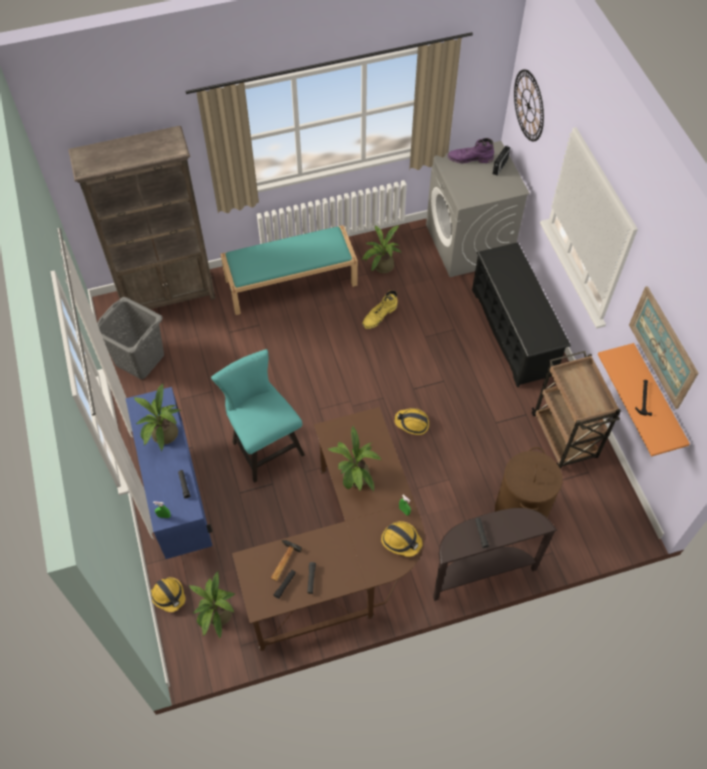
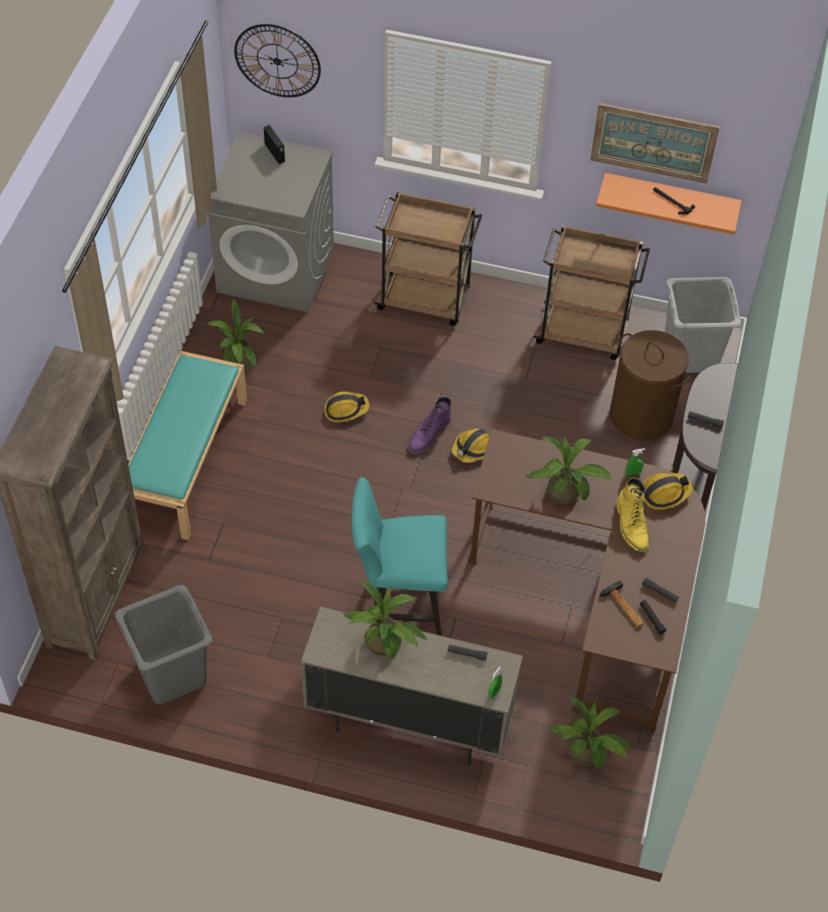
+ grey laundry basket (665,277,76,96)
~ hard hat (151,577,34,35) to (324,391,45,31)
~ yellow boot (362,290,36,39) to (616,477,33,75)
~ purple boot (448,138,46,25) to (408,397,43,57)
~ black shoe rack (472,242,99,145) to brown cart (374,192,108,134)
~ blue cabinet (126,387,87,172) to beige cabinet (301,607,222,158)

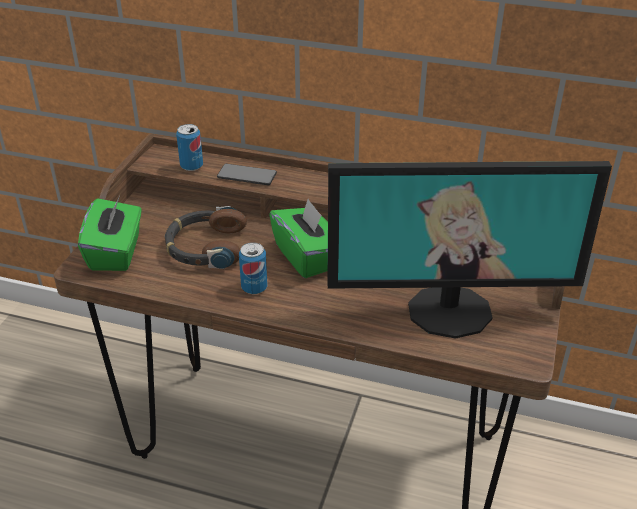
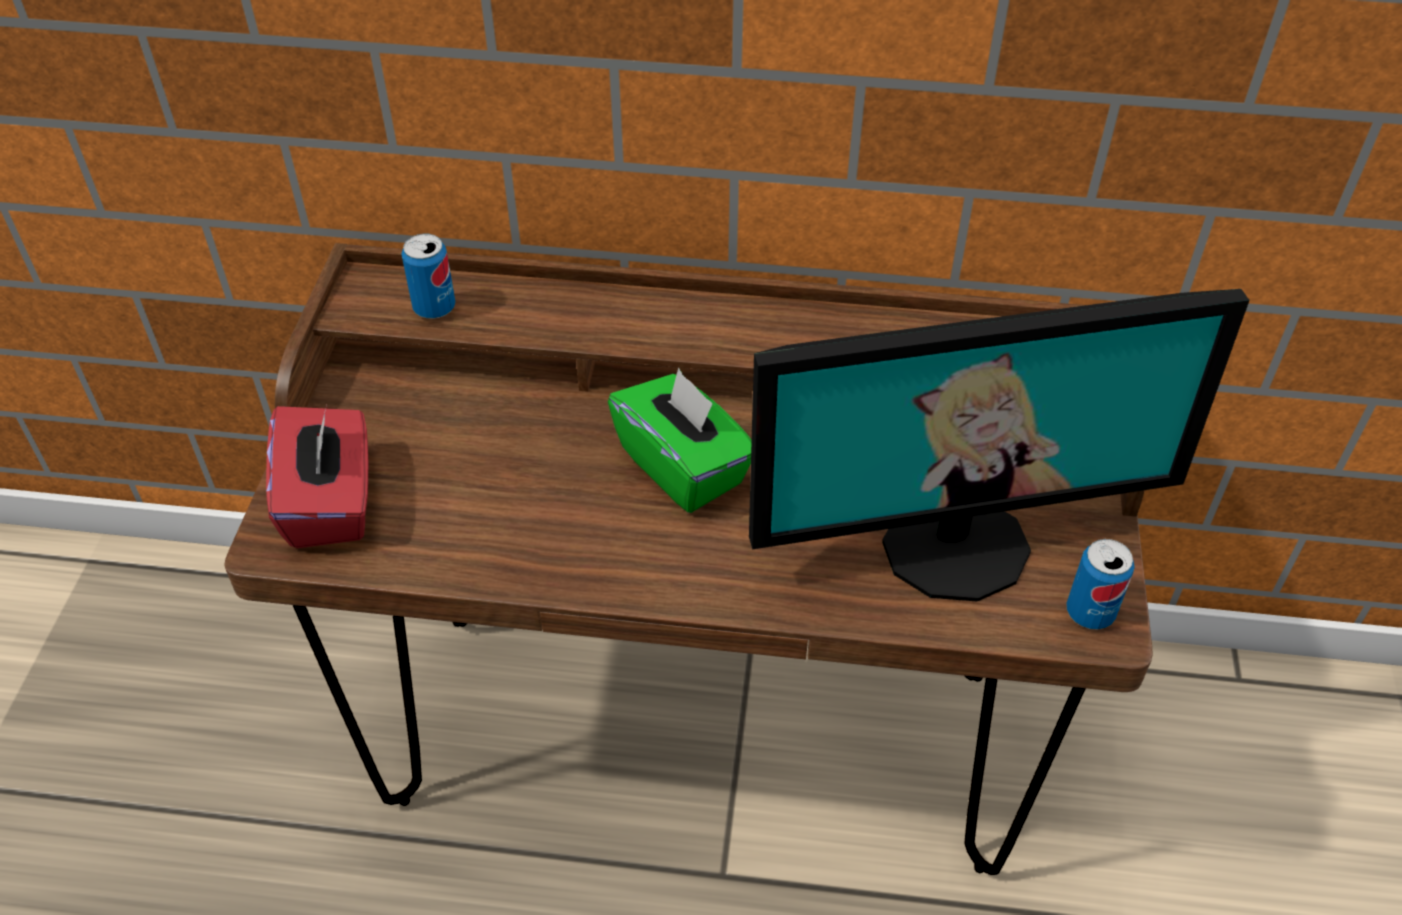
- headphones (165,206,82,63)
- phone (217,164,60,21)
~ can (239,242,28,52) to (1066,539,69,91)
~ green tissue box (78,196,64,75) to red tissue box (266,405,102,143)

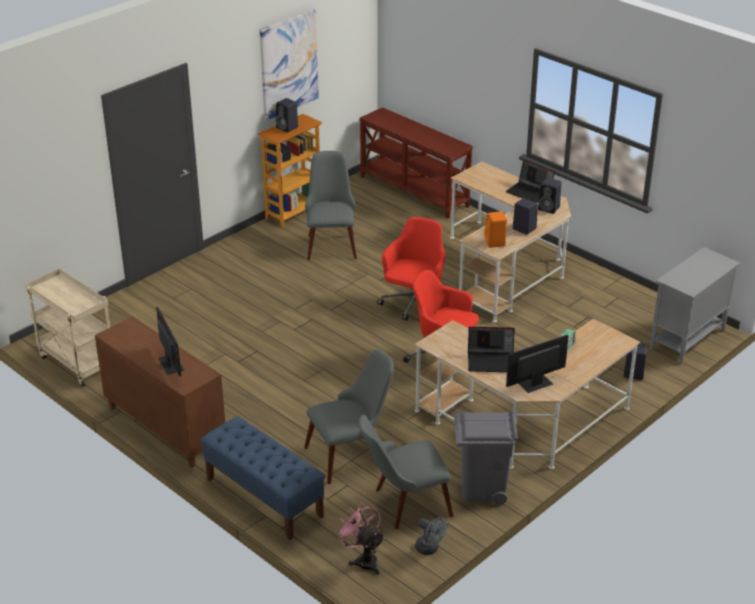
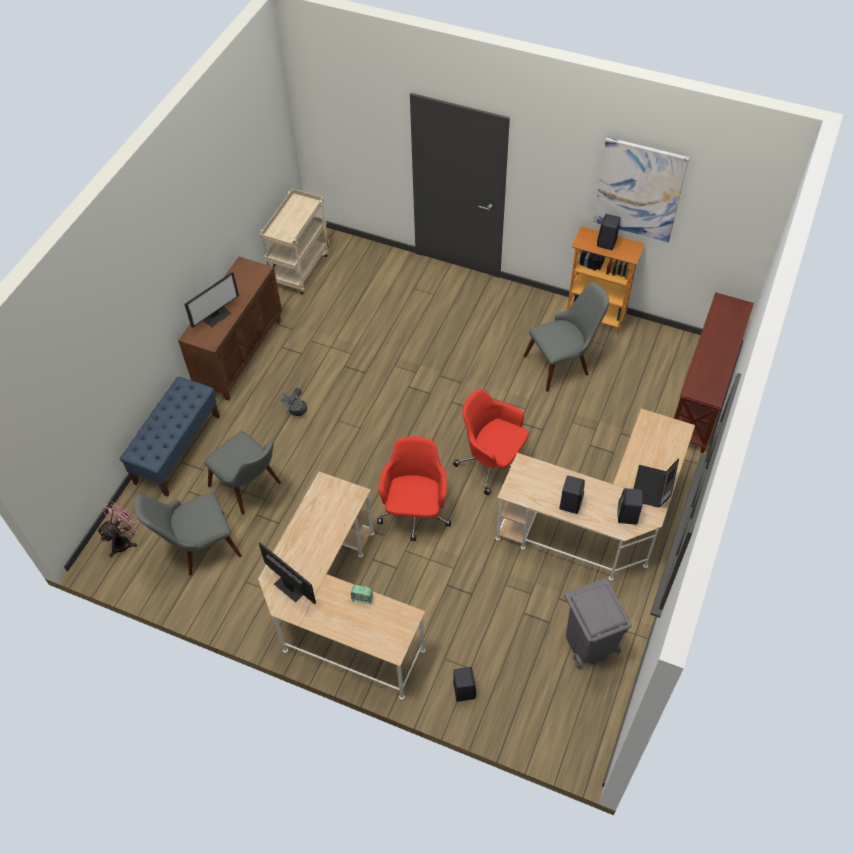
- laptop (468,327,47,45)
- orange speaker (484,211,23,37)
- grey cabinet (650,247,90,117)
~ grey fan (415,517,32,38) to (280,388,27,28)
~ grey trash can (454,410,64,94) to (564,578,68,91)
~ grey chair (359,415,94,114) = (134,492,108,84) 75 degrees counterclockwise
~ red office chair (377,217,68,104) = (453,389,76,106) 150 degrees counterclockwise

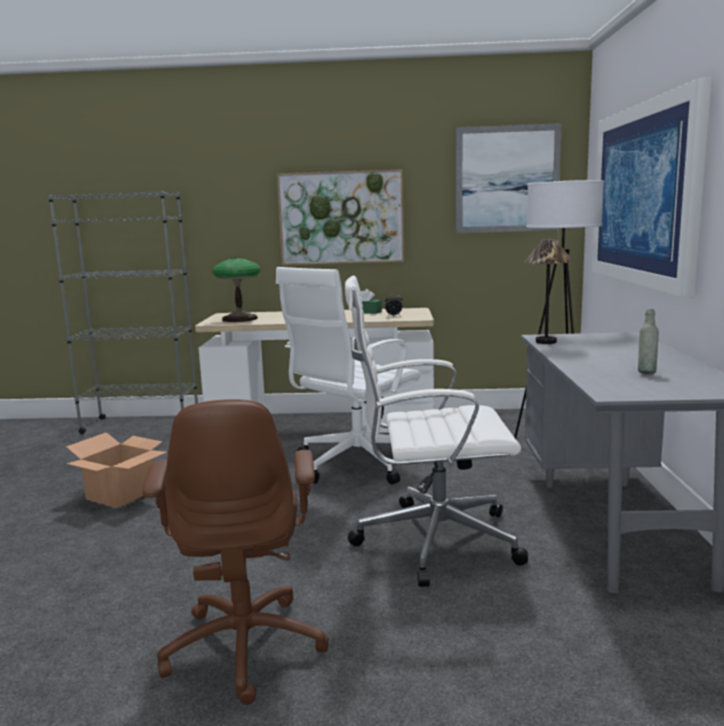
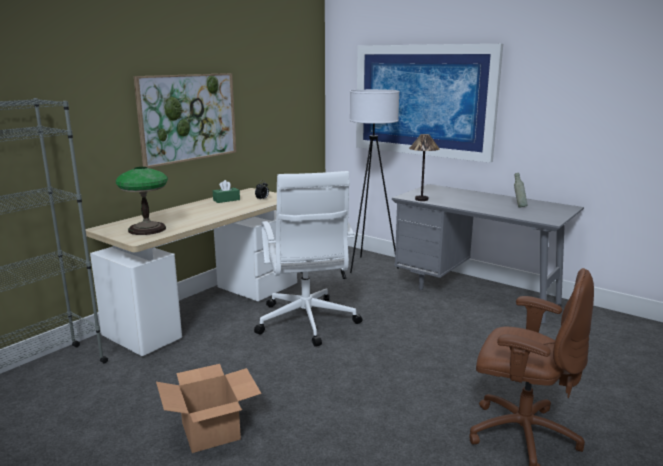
- white office chair (345,276,183,311)
- picture (456,123,106,110)

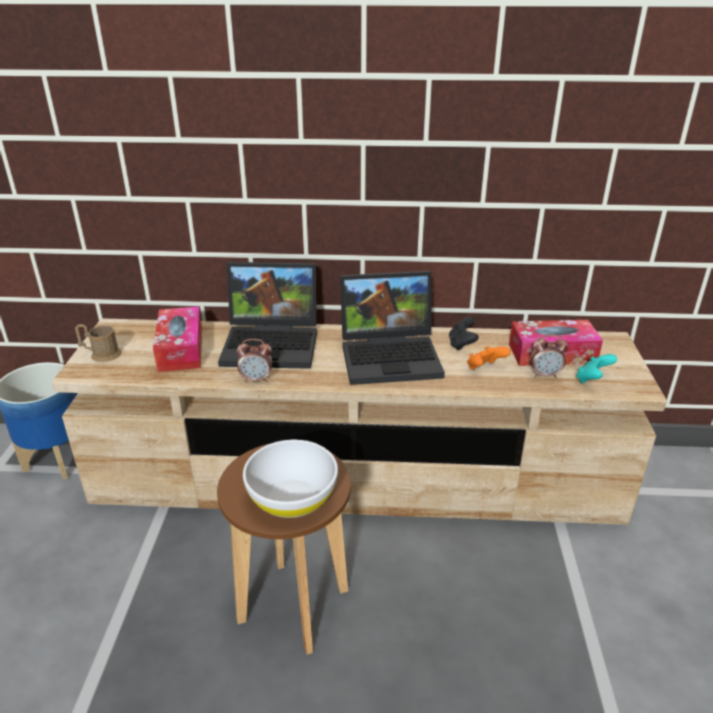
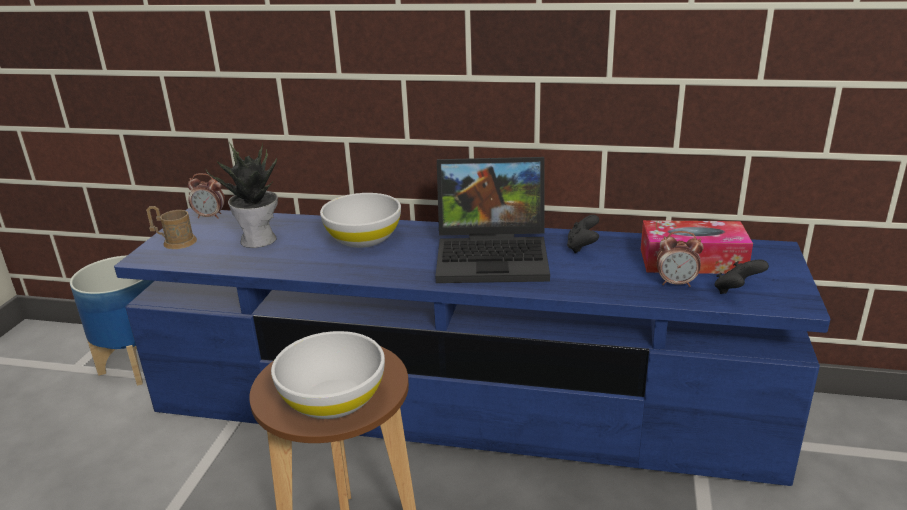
- orange game controller (467,346,44,24)
~ alarm clock (237,339,35,43) to (188,173,37,46)
~ tissue box (153,306,49,66) to potted plant (205,142,73,106)
~ laptop (218,262,99,107) to white bowl (320,193,81,55)
~ beige tv stand (52,318,615,207) to blue tv stand (114,208,716,278)
~ turquoise game controller (576,354,41,29) to black game controller (714,259,55,35)

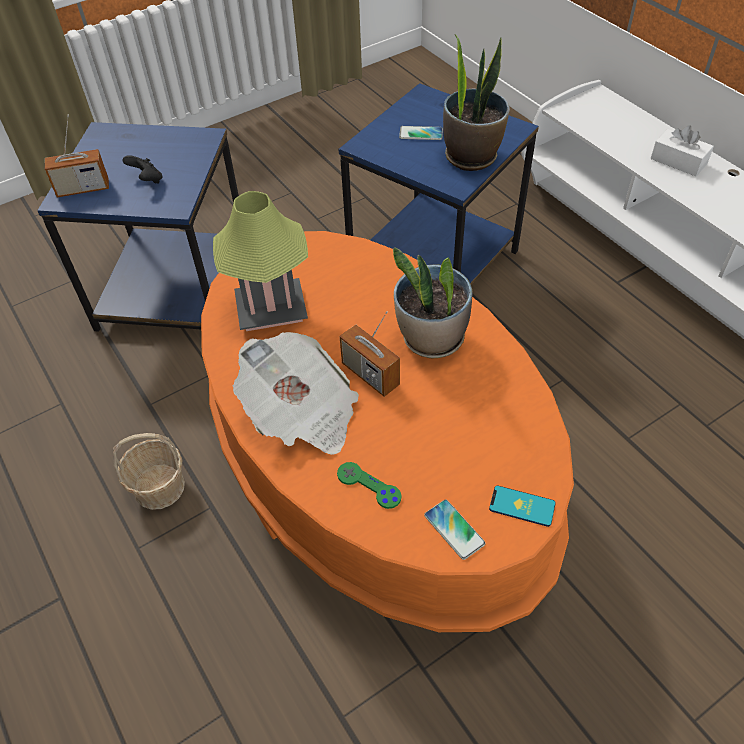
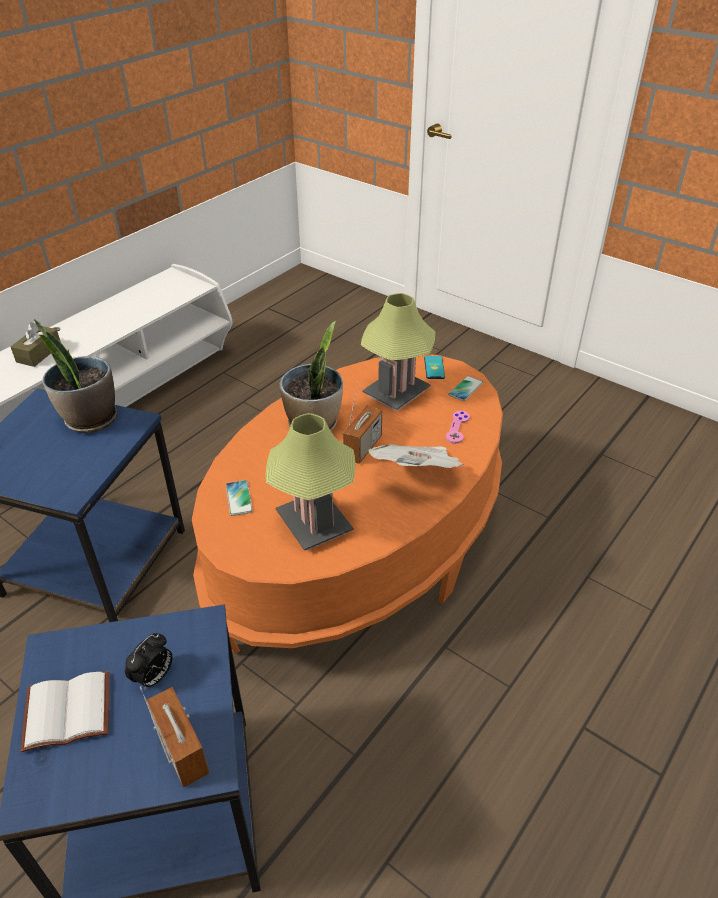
- basket (113,433,72,77)
+ white book (20,671,89,81)
+ table lamp (361,293,74,119)
~ phone (399,126,44,14) to (226,480,27,36)
~ black game controller (123,155,40,29) to alarm clock (125,633,47,56)
~ green game controller (337,462,65,47) to pink game controller (446,411,24,33)
~ white tissue box (651,125,63,51) to brown tissue box (11,322,50,45)

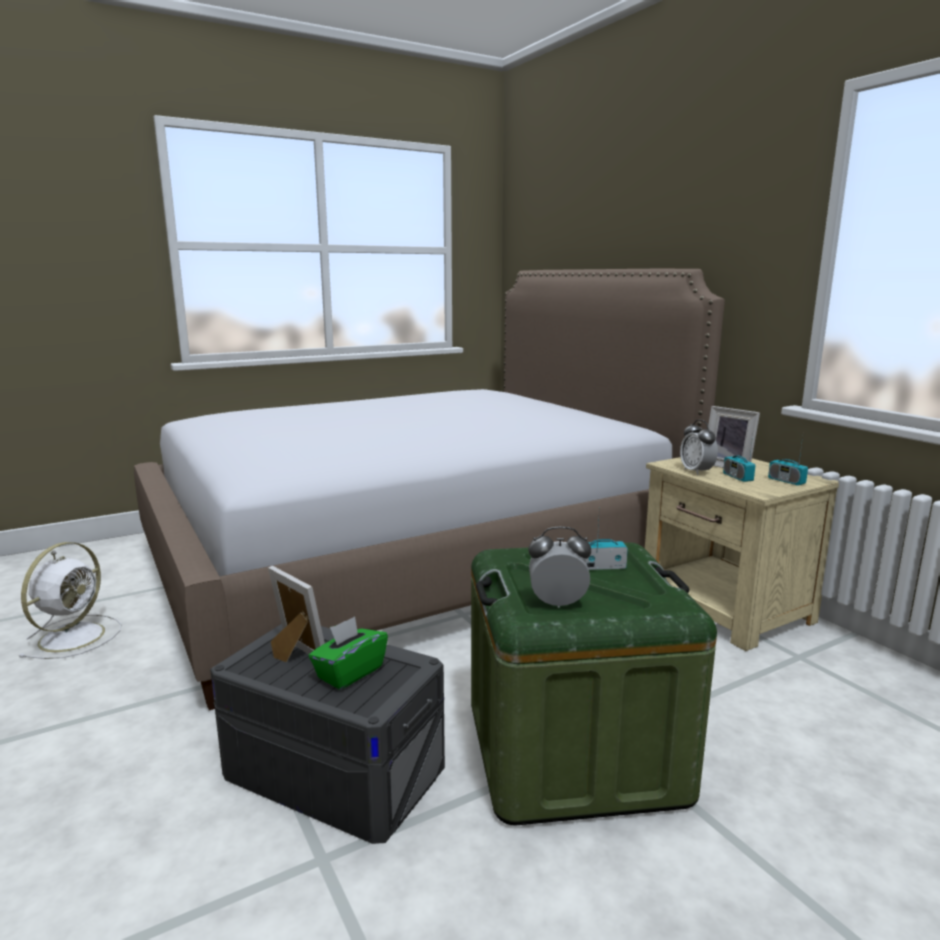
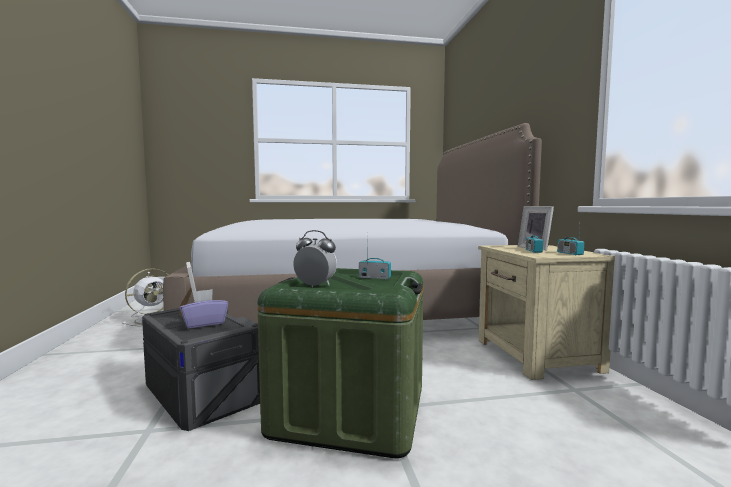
- alarm clock (680,419,38,56)
~ green tissue box (309,616,79,74) to purple tissue box (180,289,48,39)

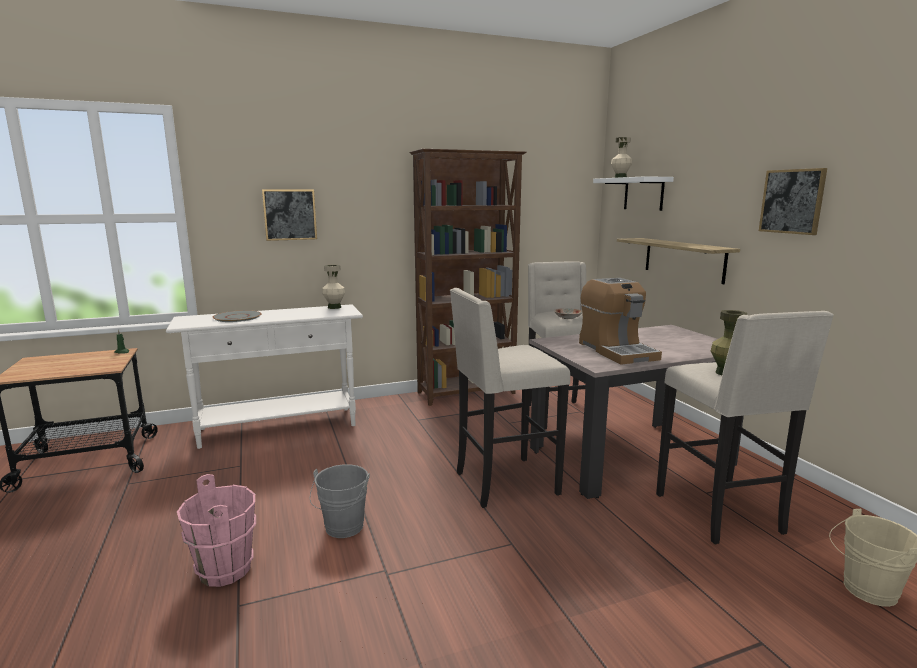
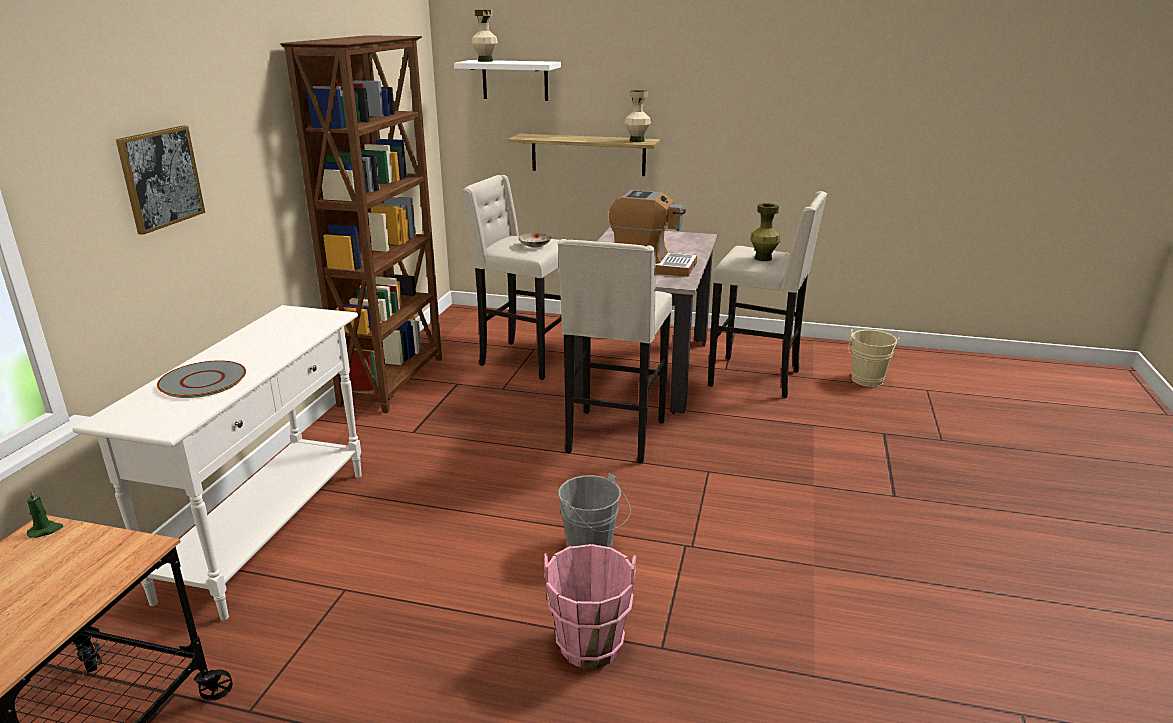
- picture (759,168,68,67)
~ beige vase (322,265,23,44) to (625,90,26,52)

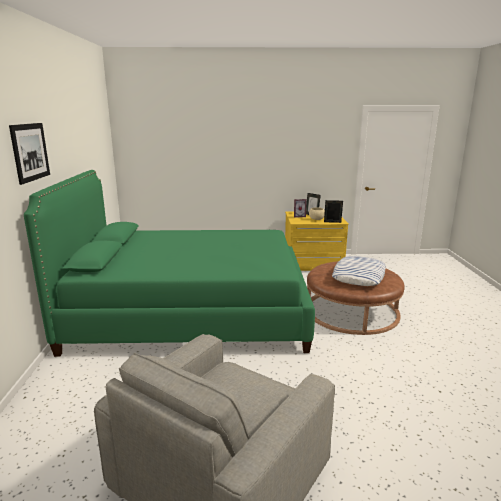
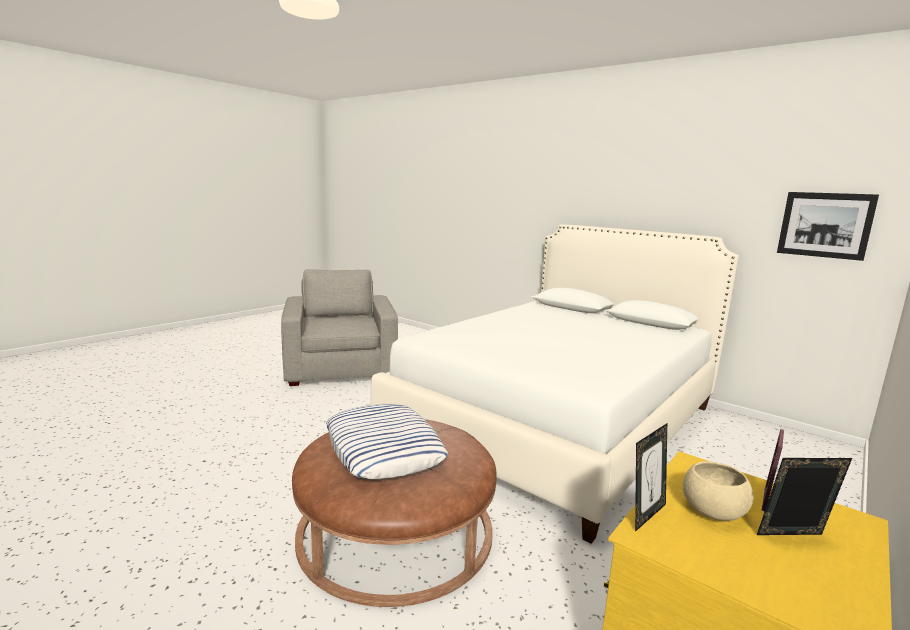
~ picture (9,123,41,62) to (777,192,102,69)
~ green bed (24,170,291,187) to white bed (371,225,368,318)

